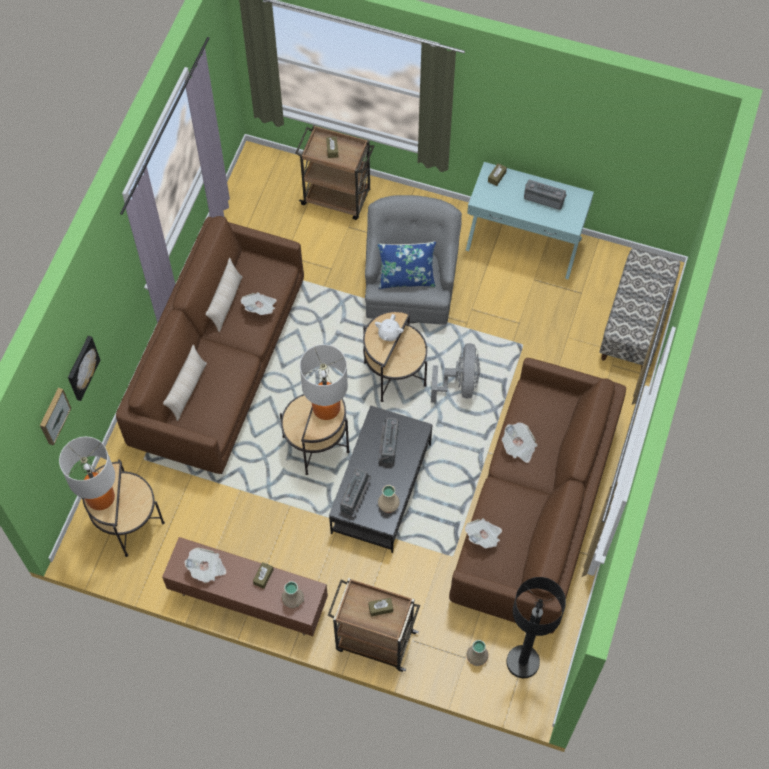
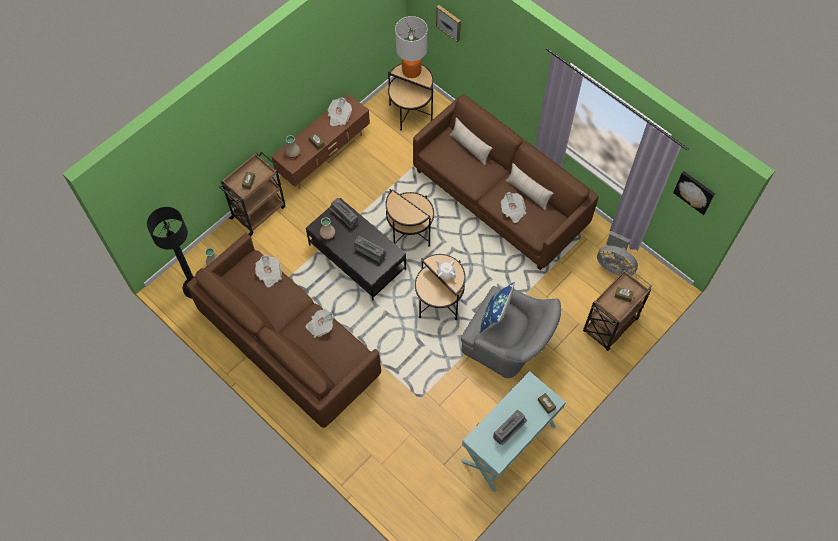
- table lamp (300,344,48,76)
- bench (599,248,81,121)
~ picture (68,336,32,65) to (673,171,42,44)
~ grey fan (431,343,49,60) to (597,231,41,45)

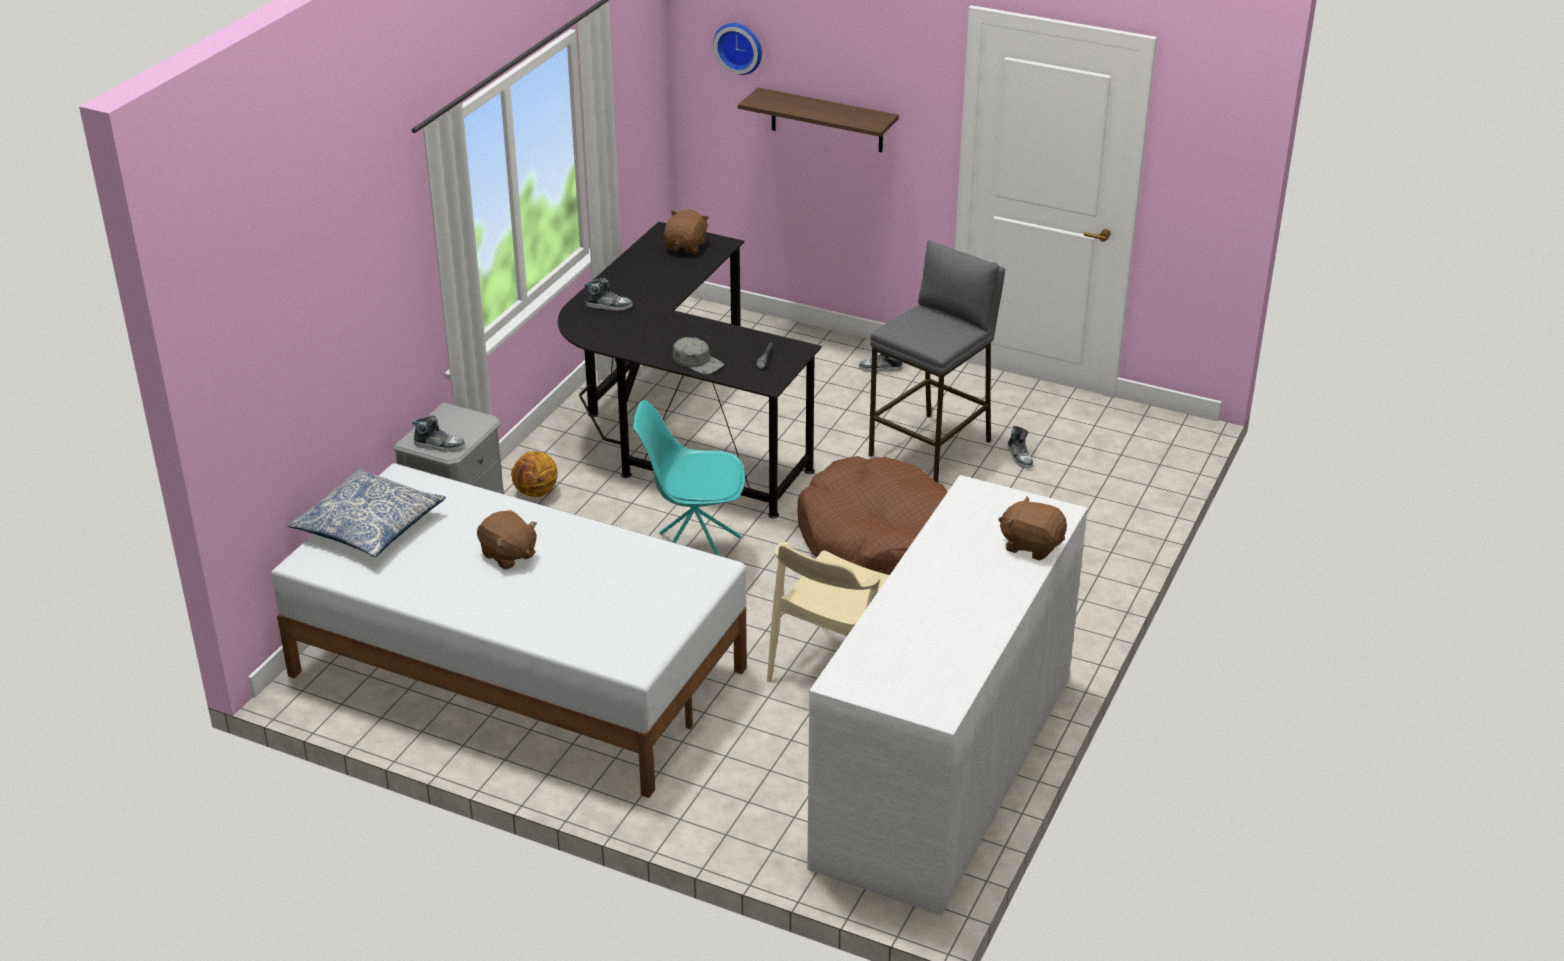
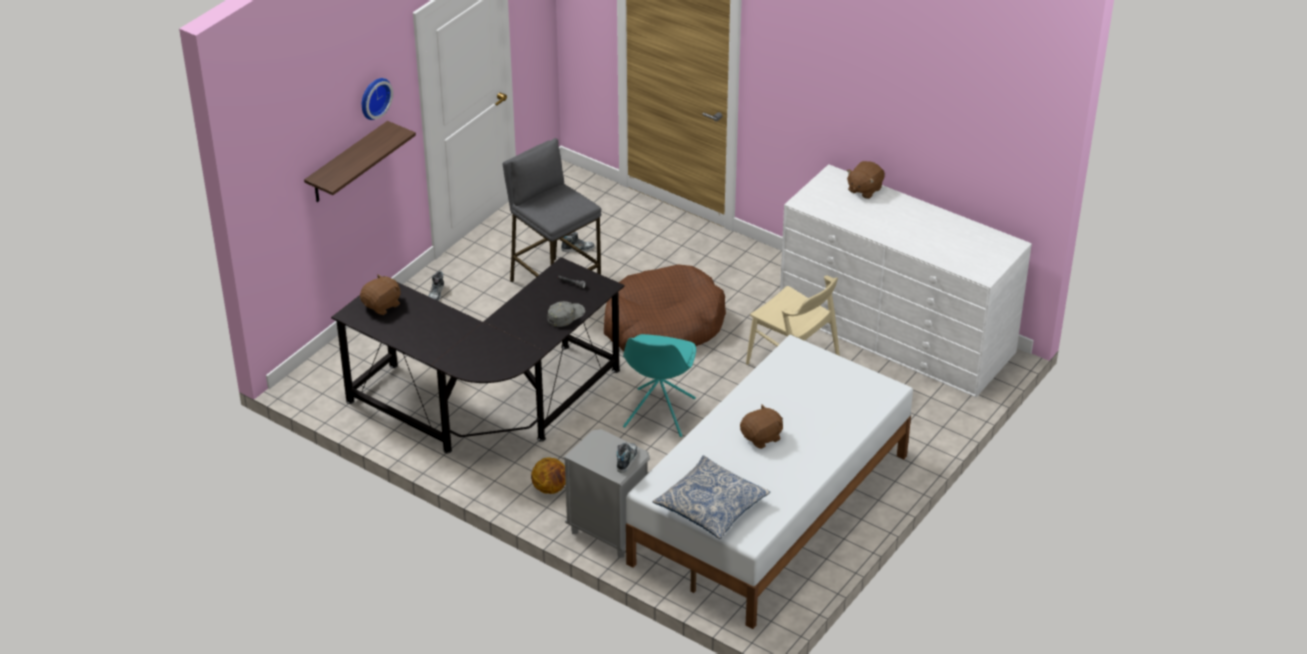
- shoe (585,278,48,33)
~ wall clock (713,23,49,52) to (362,78,31,42)
~ brown plush toy (664,210,45,44) = (360,274,41,41) 105 degrees clockwise

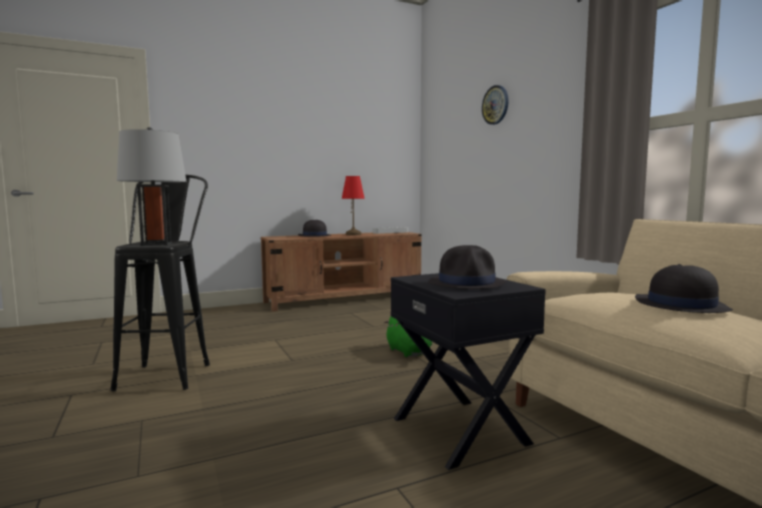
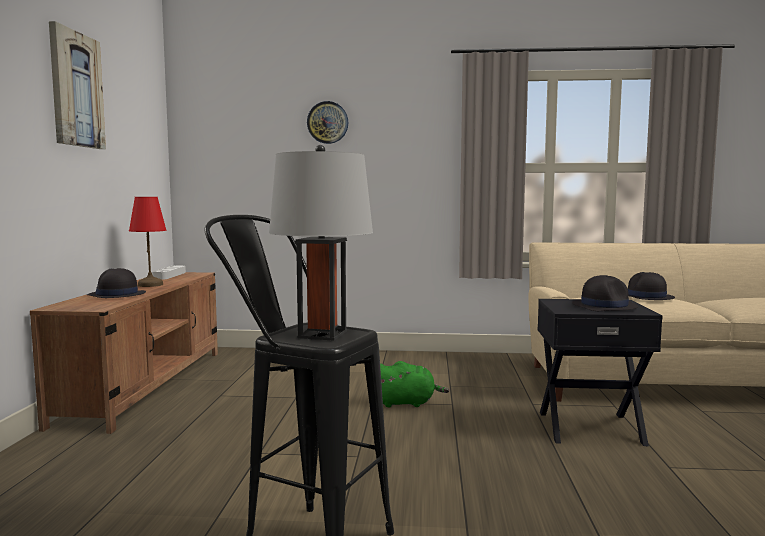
+ picture (49,21,57,128)

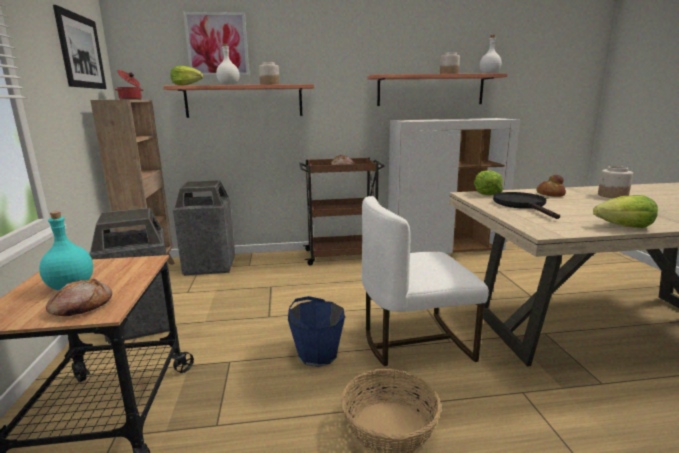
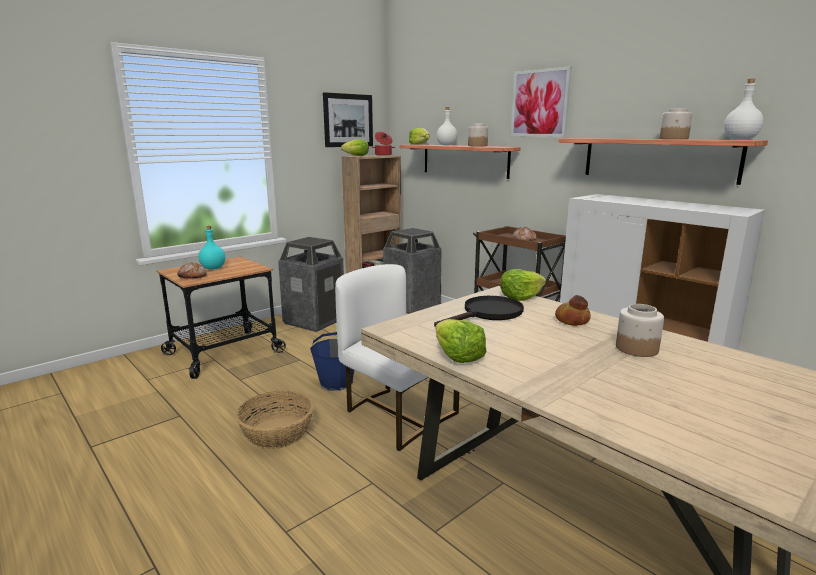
+ lettuce (341,139,28,17)
~ picture (183,12,66,64) to (511,66,61,71)

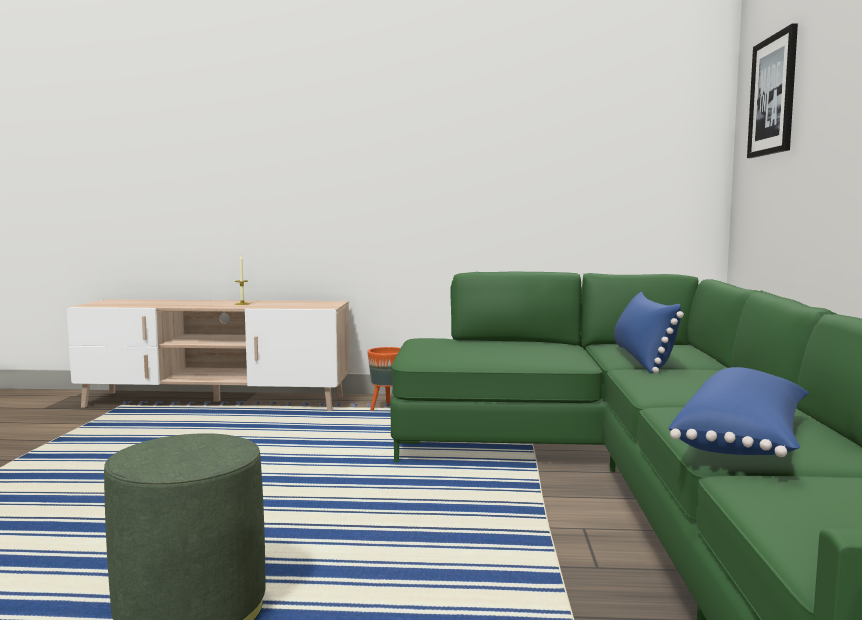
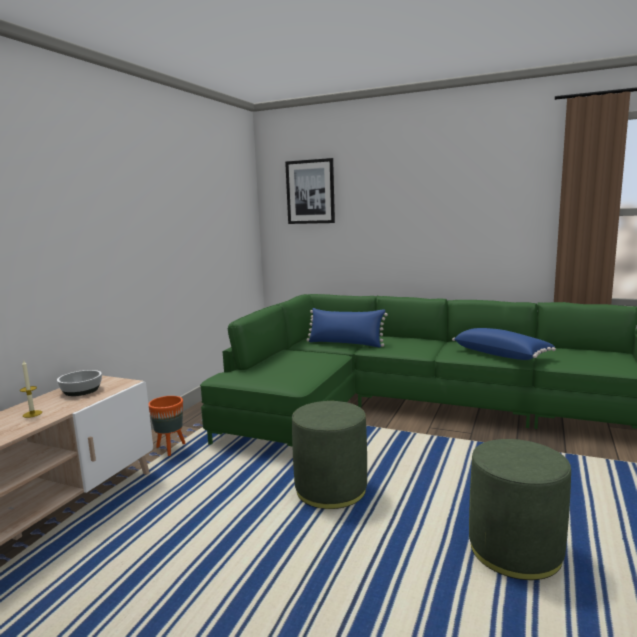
+ bowl (57,370,45,26)
+ green ottoman (292,401,75,108)

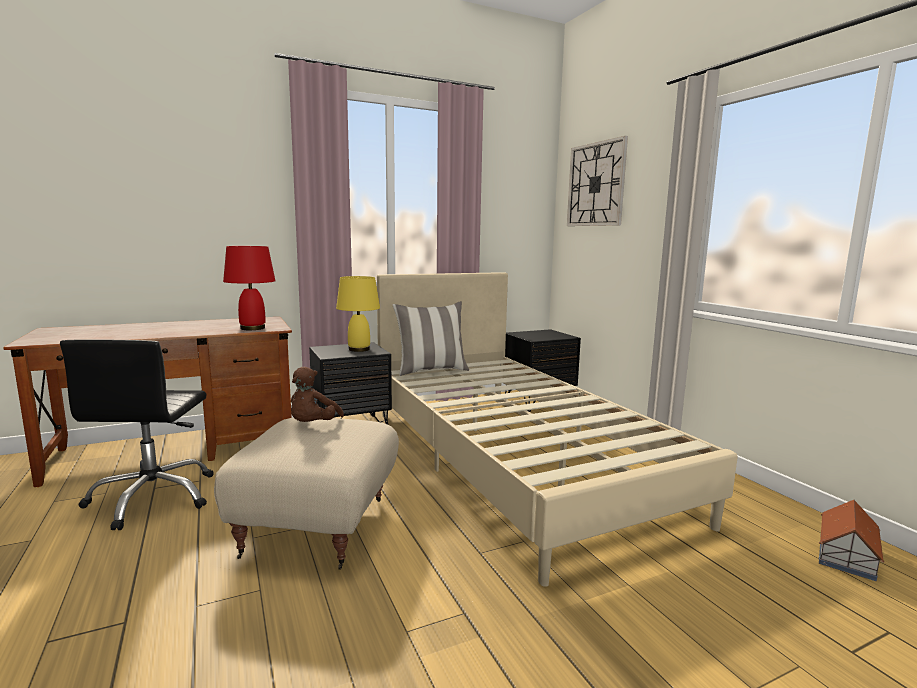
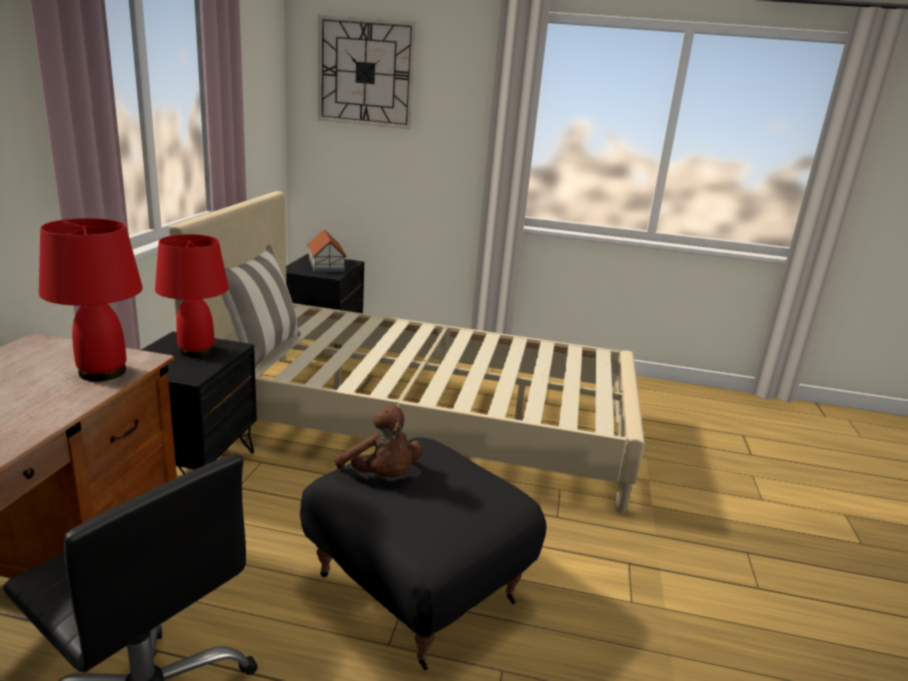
~ toy house (819,500,66,81) to (307,229,40,43)
~ beige ottoman (214,417,185,153) to black ottoman (300,437,247,233)
~ yellow table lamp (336,276,44,76) to red table lamp (155,234,74,123)

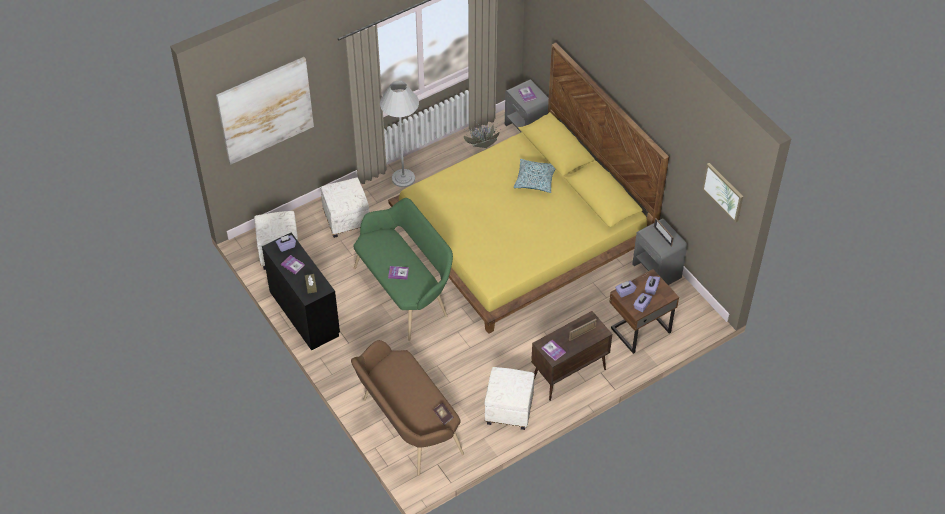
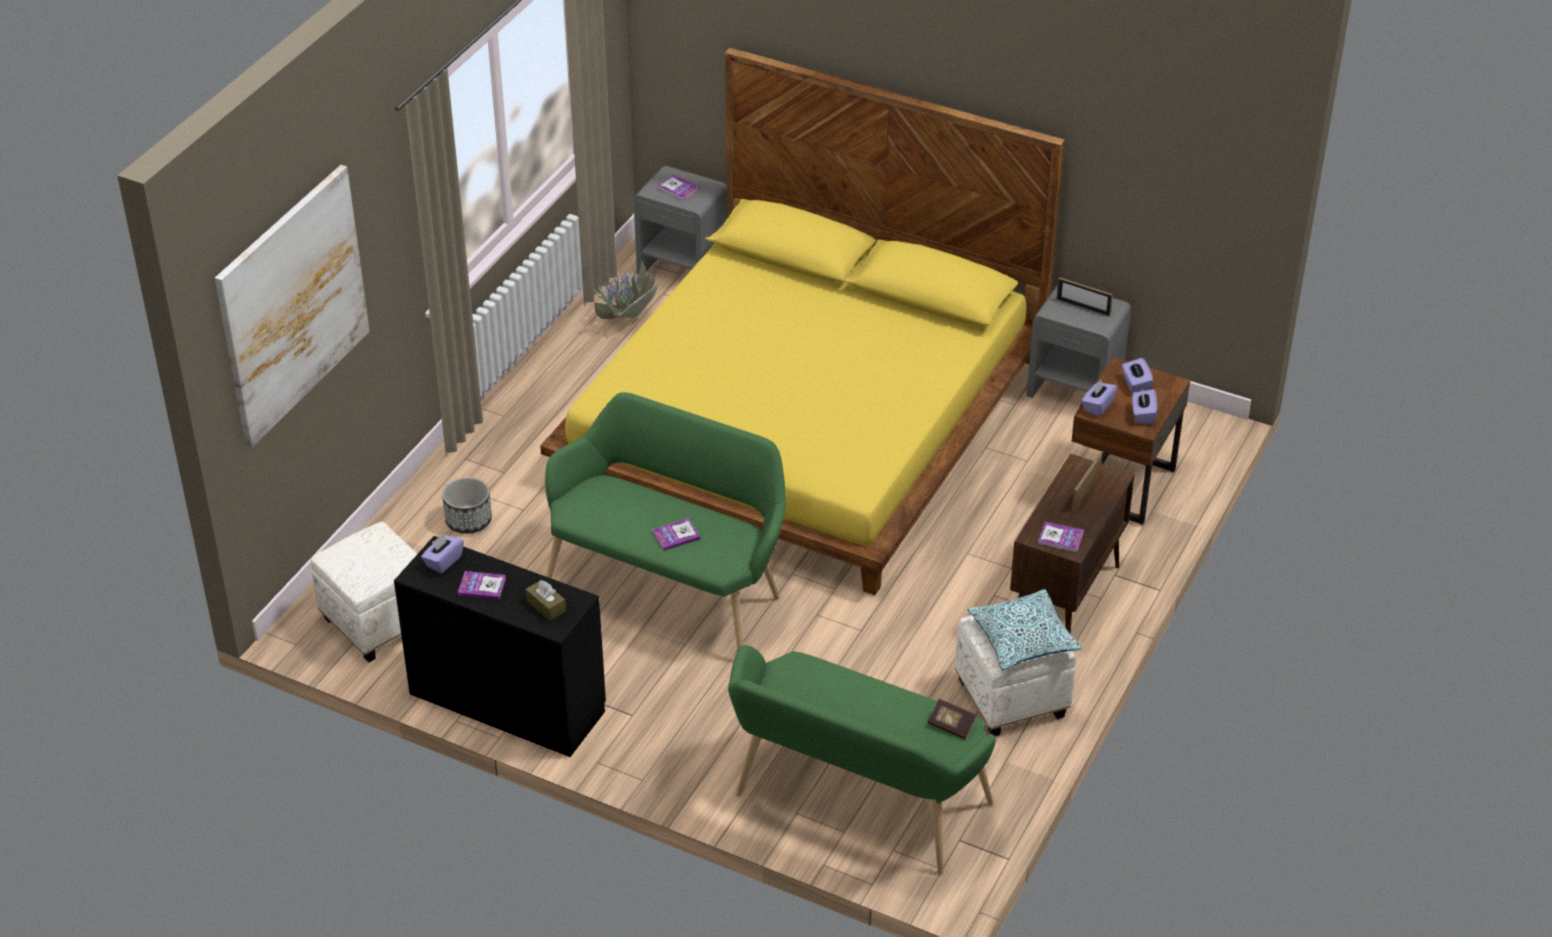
- white floor lamp (380,80,39,107)
- picture (702,163,41,60)
~ pillow (514,159,41,34) to (967,589,115,81)
~ white ottoman (321,178,49,60) to planter (442,477,50,57)
~ brown bench (351,340,113,136) to green bench (728,645,268,230)

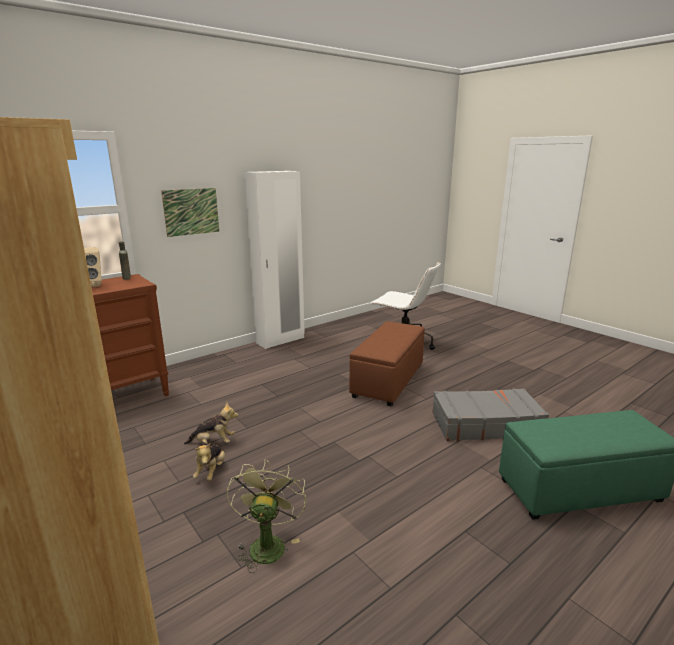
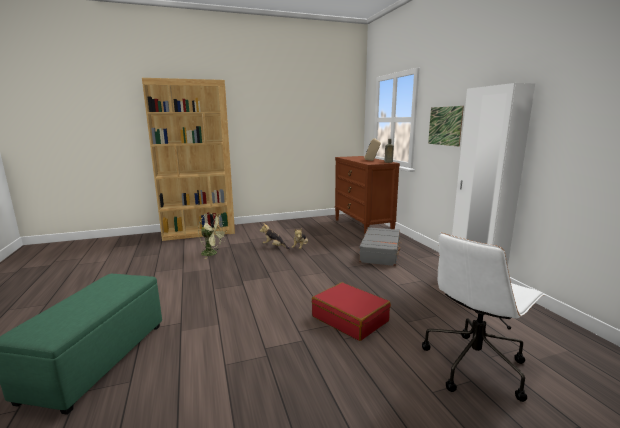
~ grey suitcase (432,388,117,53) to (359,227,43,39)
~ brown ottoman (349,321,76,85) to red suitcase (312,282,79,59)

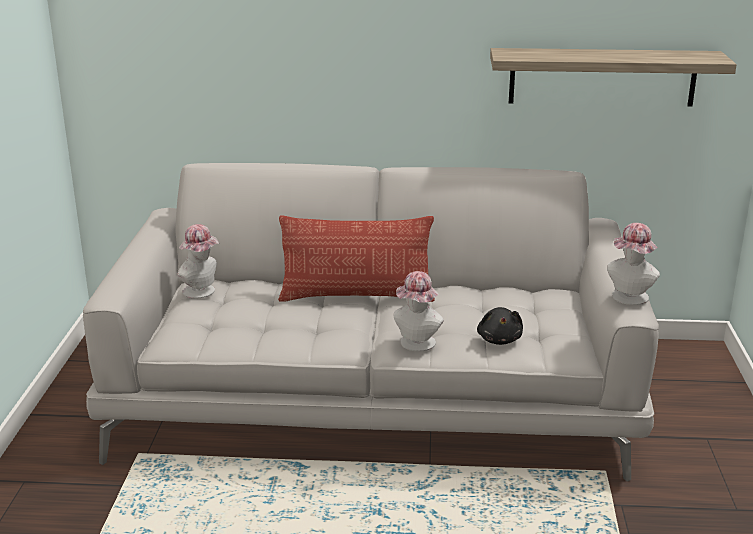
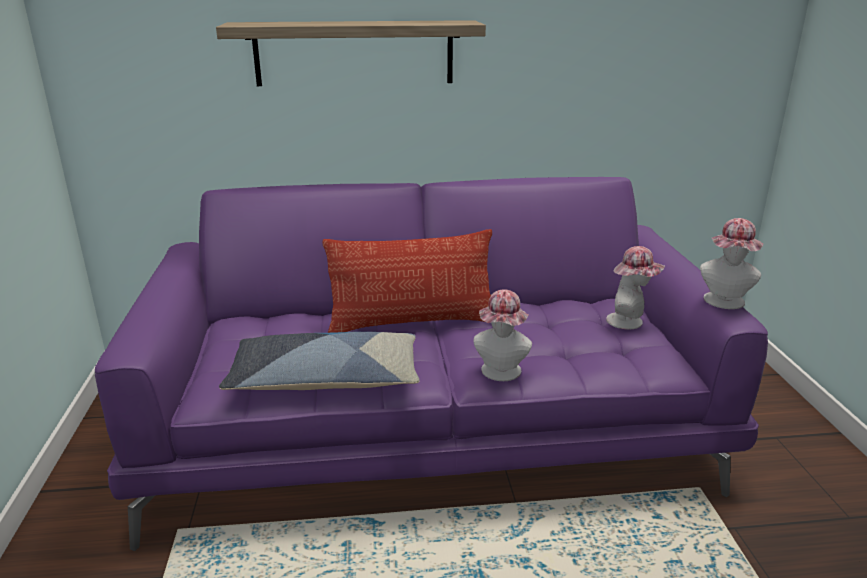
- black plush toy (477,307,46,38)
+ pillow (219,332,200,58)
~ hat (177,224,42,74) to (606,246,59,84)
~ shelf (490,48,247,59) to (216,20,270,66)
~ grey sofa (83,163,576,318) to purple sofa (95,177,673,374)

